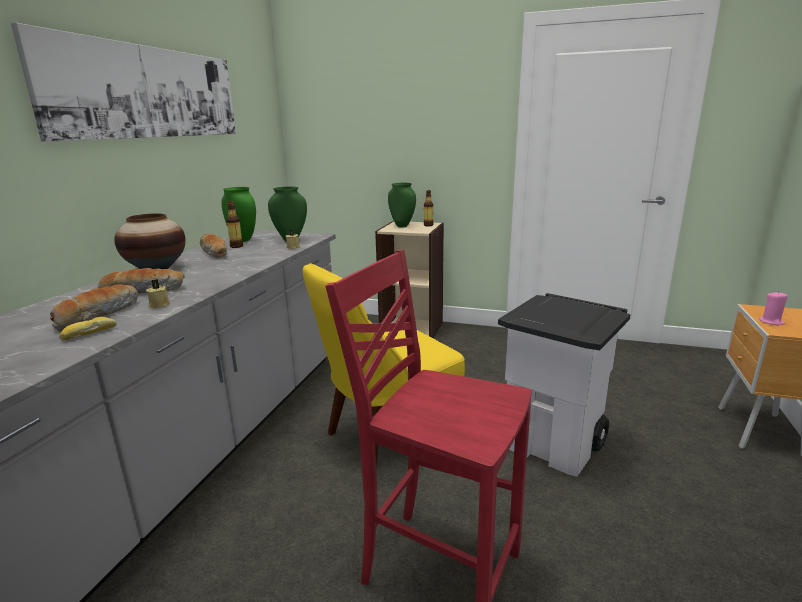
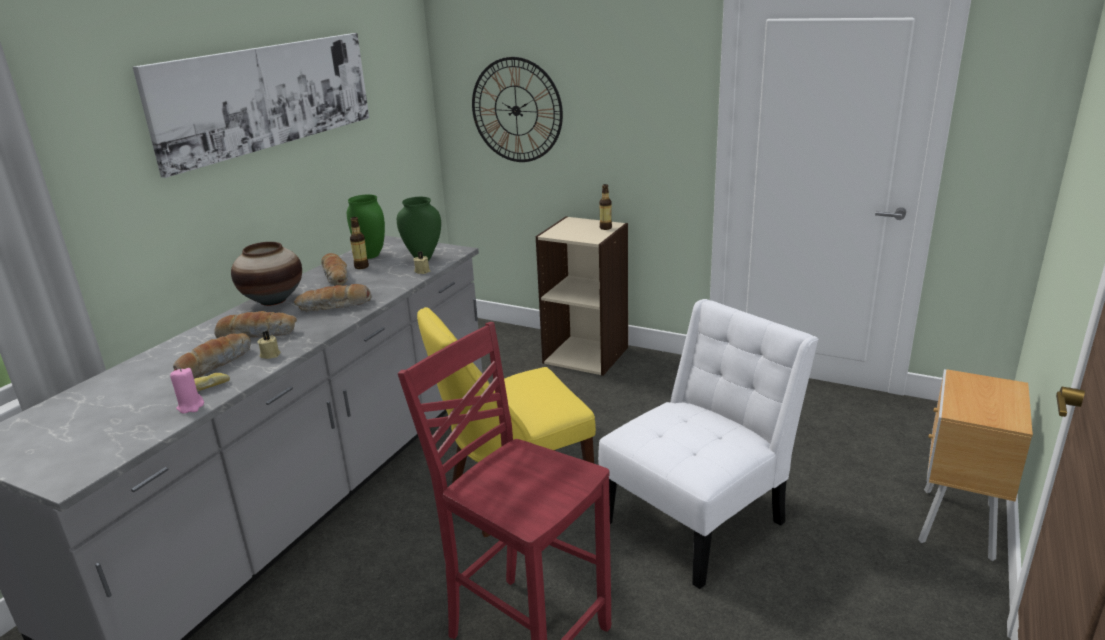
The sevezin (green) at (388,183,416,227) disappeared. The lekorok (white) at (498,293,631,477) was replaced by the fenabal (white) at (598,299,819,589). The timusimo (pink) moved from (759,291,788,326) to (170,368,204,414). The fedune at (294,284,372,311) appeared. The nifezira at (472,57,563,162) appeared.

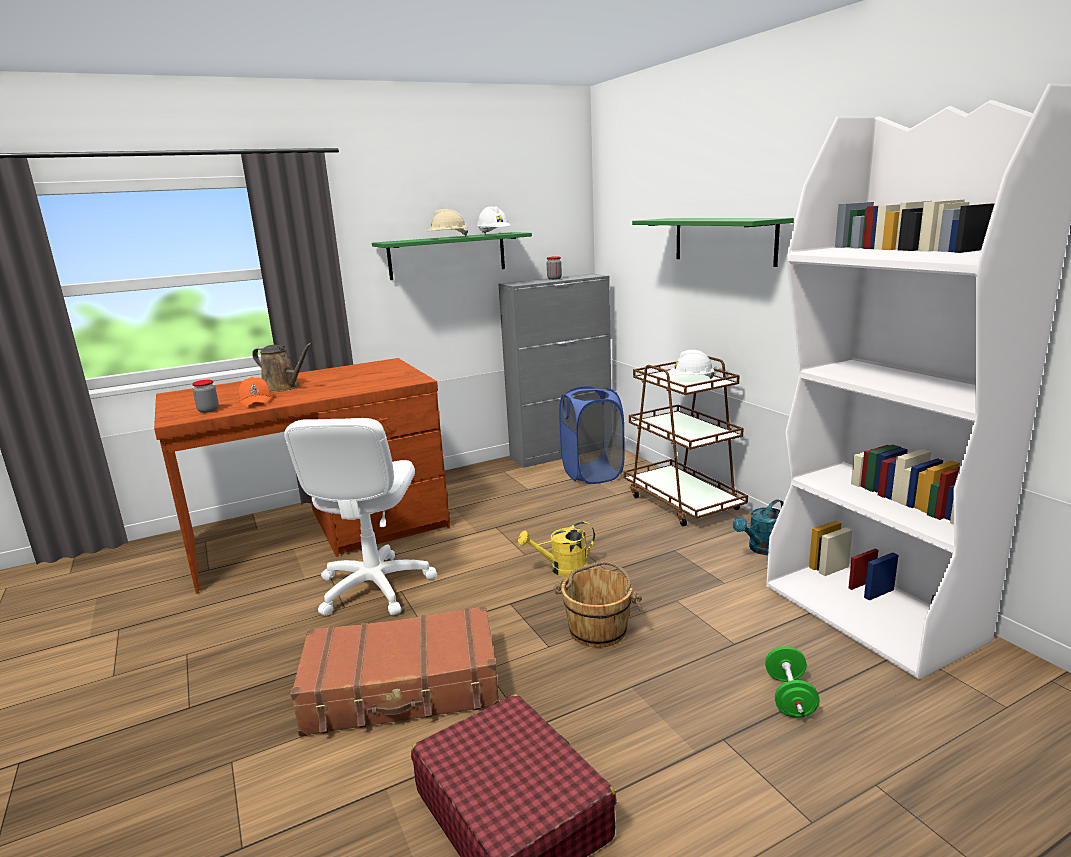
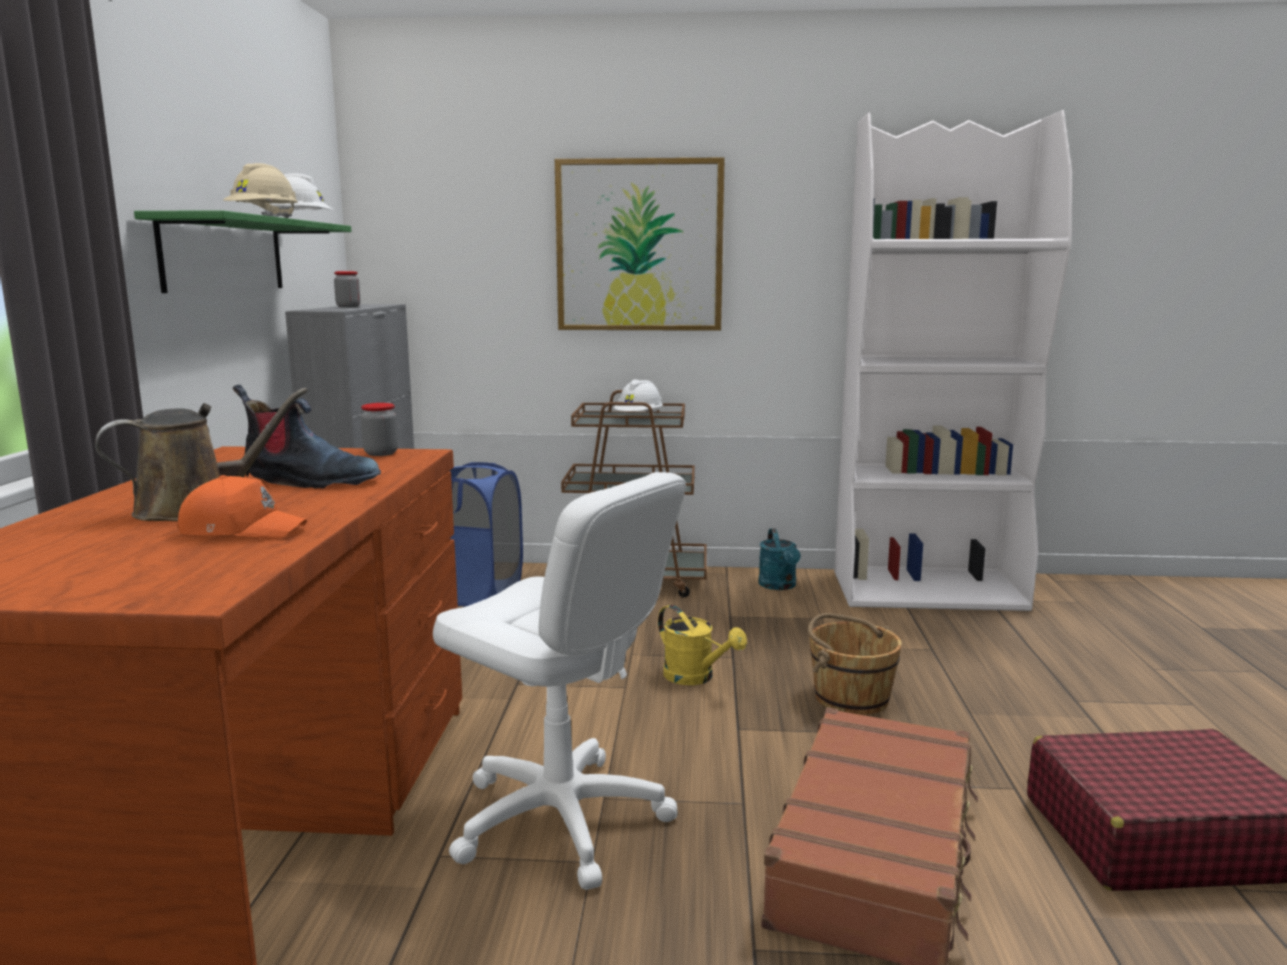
The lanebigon moved from (192,380,219,413) to (361,403,398,456). The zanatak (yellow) at (518,522,595,577) turned 60 degrees counterclockwise. The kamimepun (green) at (632,218,794,267) was replaced by the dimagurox at (555,157,725,331). The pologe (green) at (765,646,819,718) disappeared. The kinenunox at (233,385,381,489) appeared.

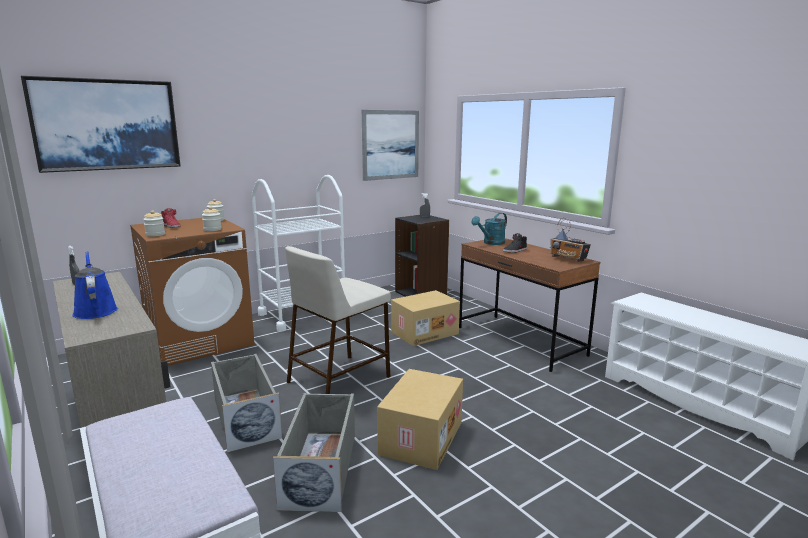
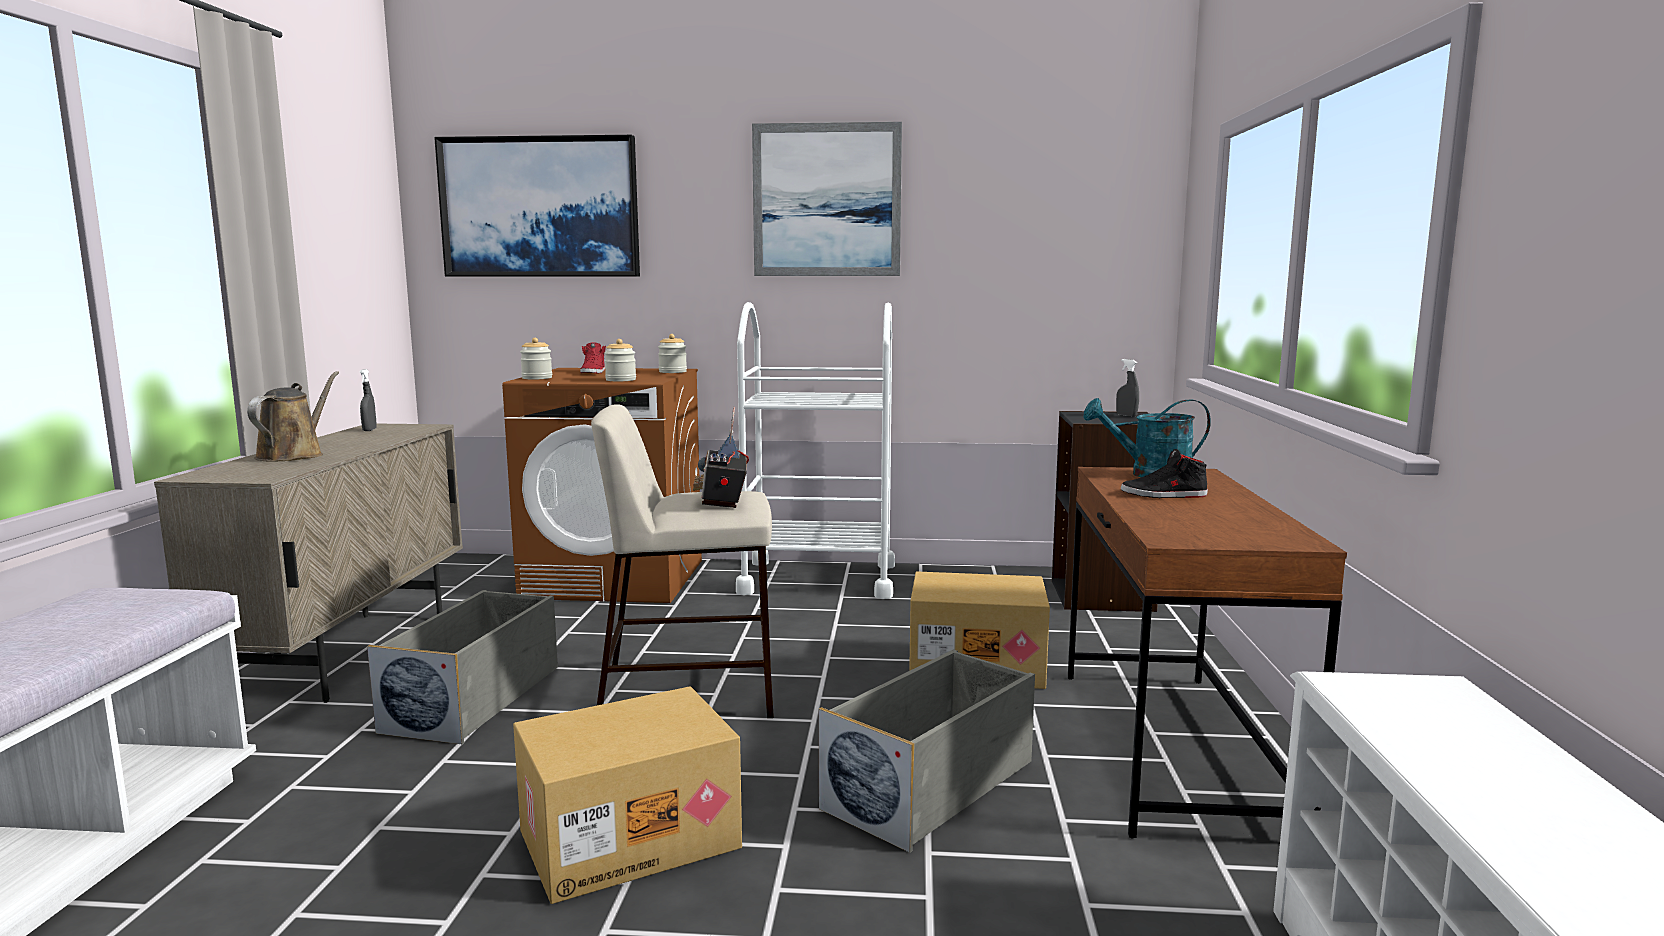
The zanatak (blue) at (73,251,118,319) became the zanatak (brown) at (247,371,339,462). The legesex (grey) moved from (273,393,355,512) to (819,649,1035,853). The dimagurox moved from (362,110,419,181) to (752,122,902,276). The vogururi moved from (550,218,591,262) to (693,407,749,508).

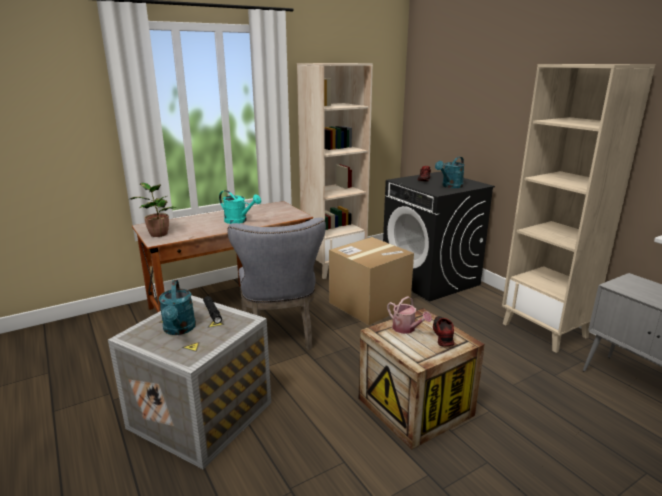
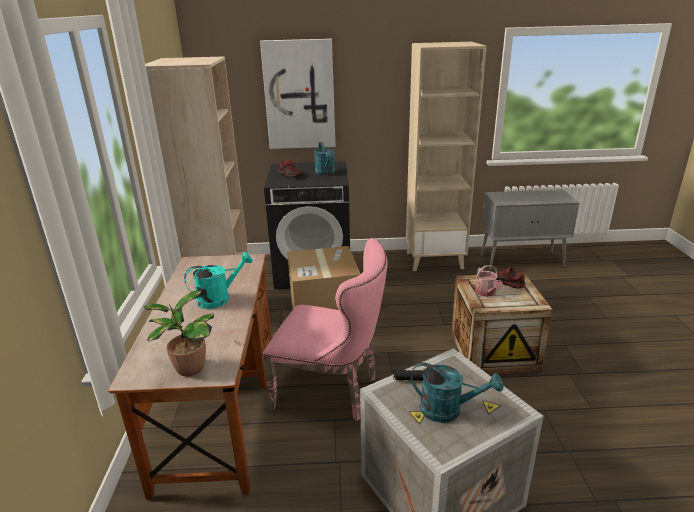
The fenabal (grey) at (227,217,326,350) became the fenabal (pink) at (263,238,388,421). The zanatak at (387,296,432,334) turned 90 degrees clockwise. The dimagurox at (260,39,335,149) appeared.

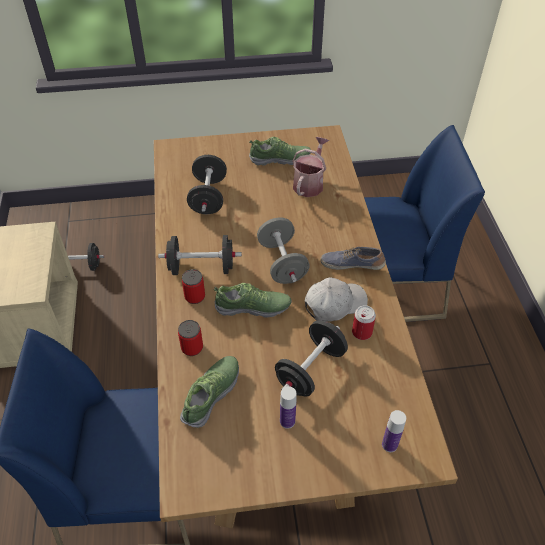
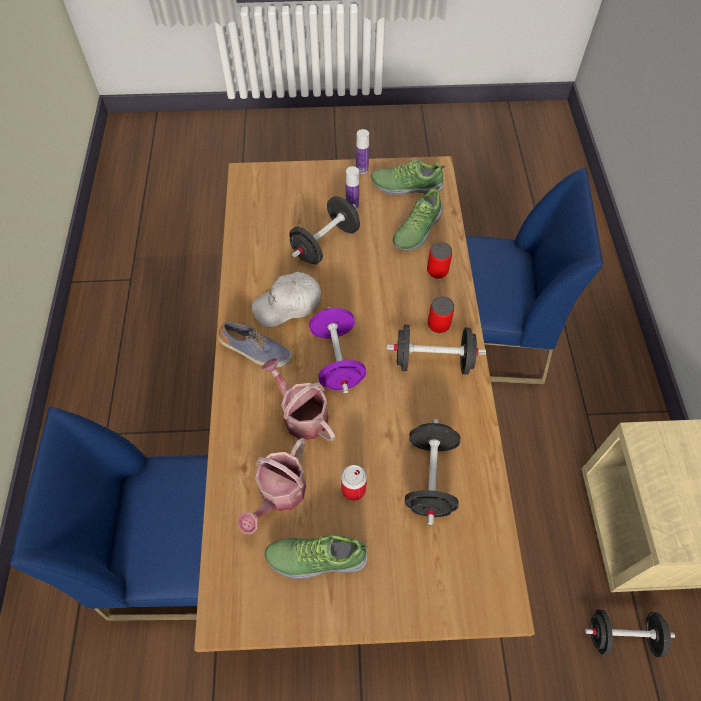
The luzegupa moved from (213,283,292,318) to (371,159,446,195). The pologe (grey) at (257,218,310,284) became the pologe (purple) at (309,307,366,393). The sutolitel moved from (352,305,376,340) to (341,465,367,501). The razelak moved from (382,410,406,452) to (356,129,369,174). The zanatak at (261,358,335,441) appeared.

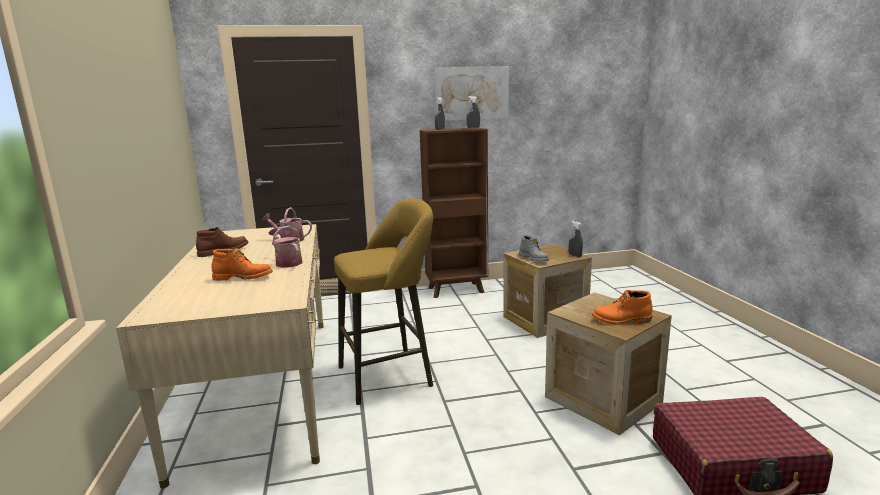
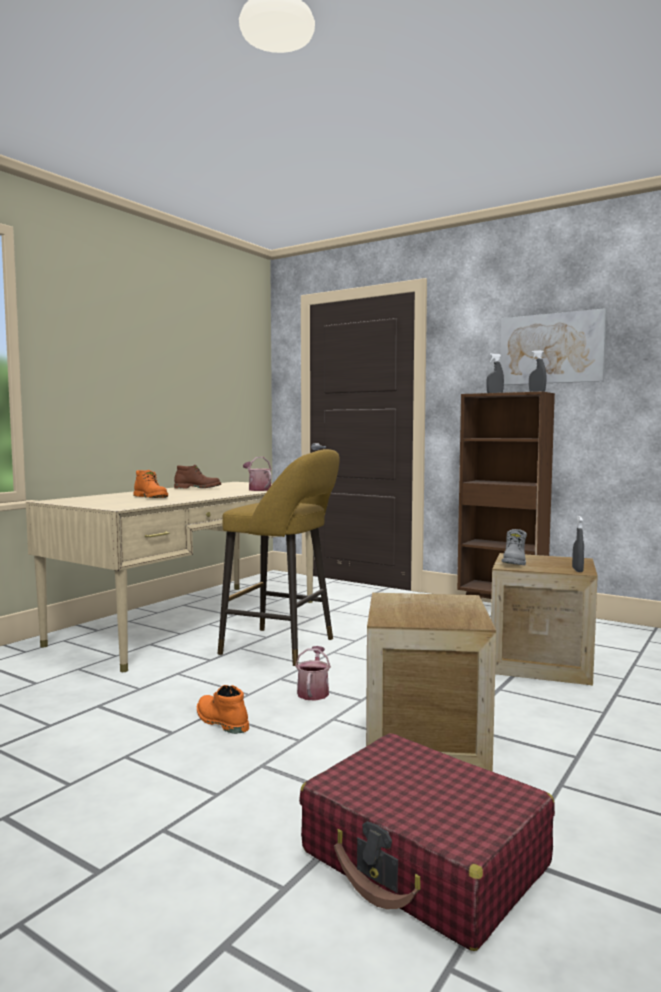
The zanatak moved from (268,226,302,268) to (295,646,331,701). The kinenunox (orange) moved from (592,290,653,325) to (197,685,249,734).

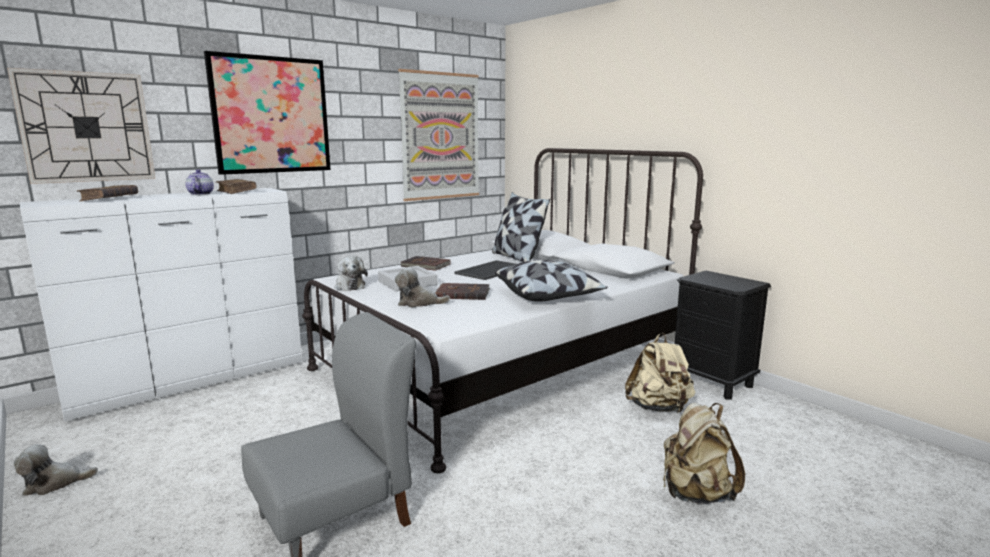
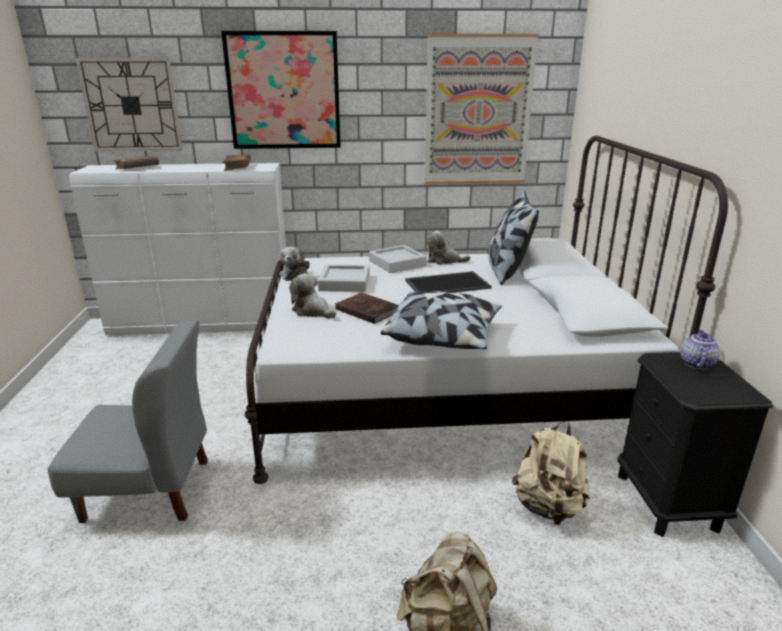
The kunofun moved from (14,444,98,495) to (426,231,470,264). The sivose moved from (185,169,214,195) to (680,330,721,369). The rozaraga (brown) at (401,256,450,271) was replaced by the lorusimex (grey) at (369,245,427,273).

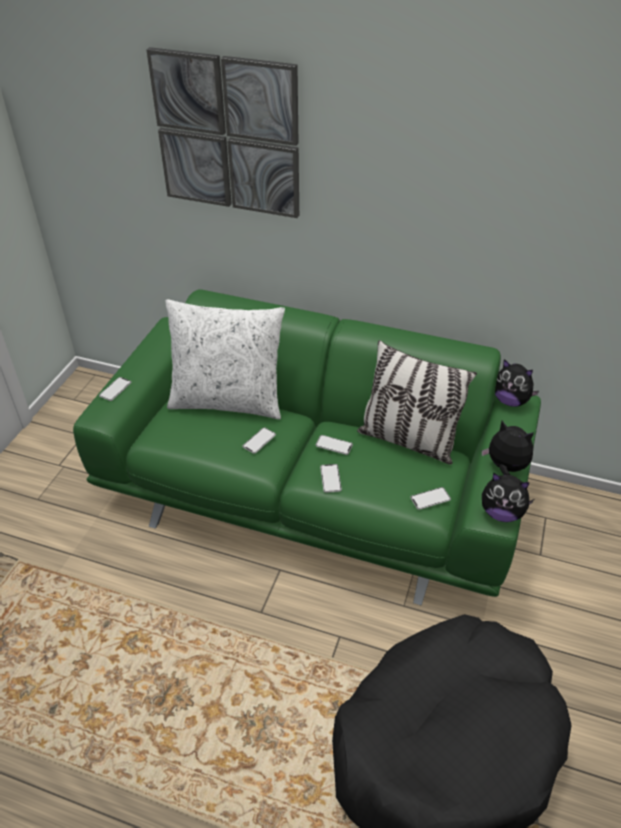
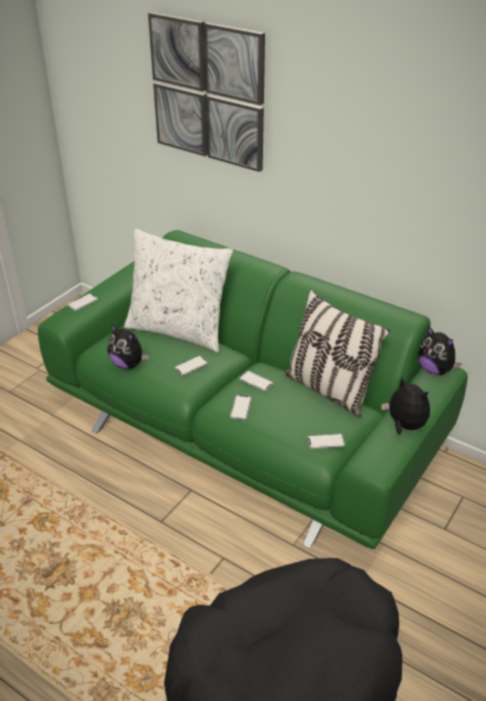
The kunofun moved from (482,473,534,522) to (108,324,149,369).

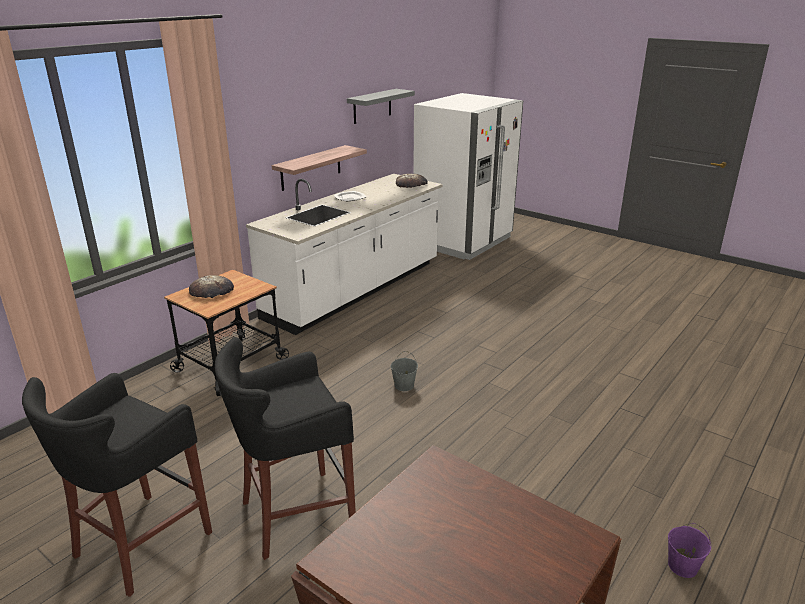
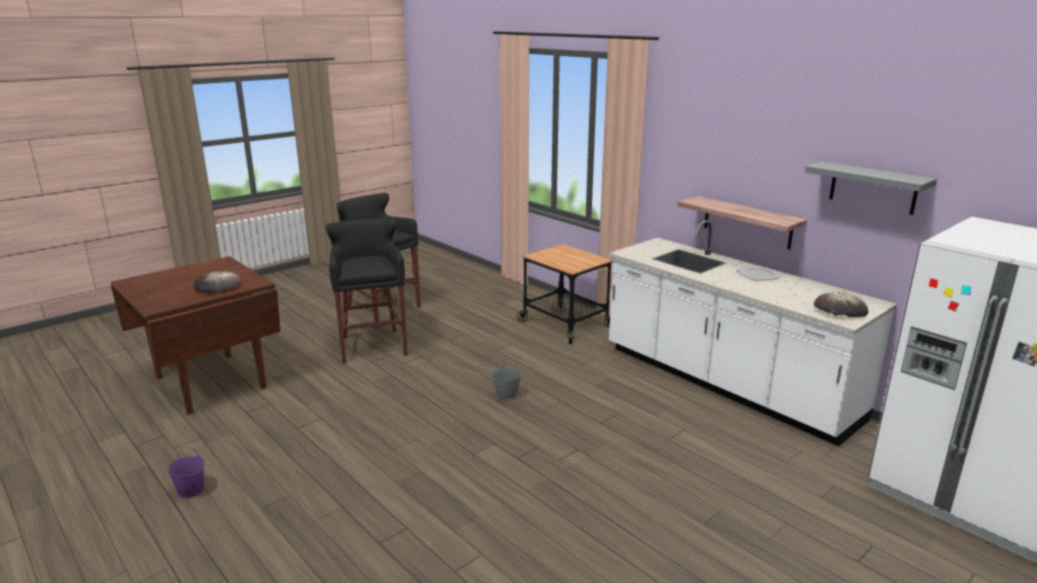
The fedune moved from (189,275,234,298) to (194,271,241,293).

